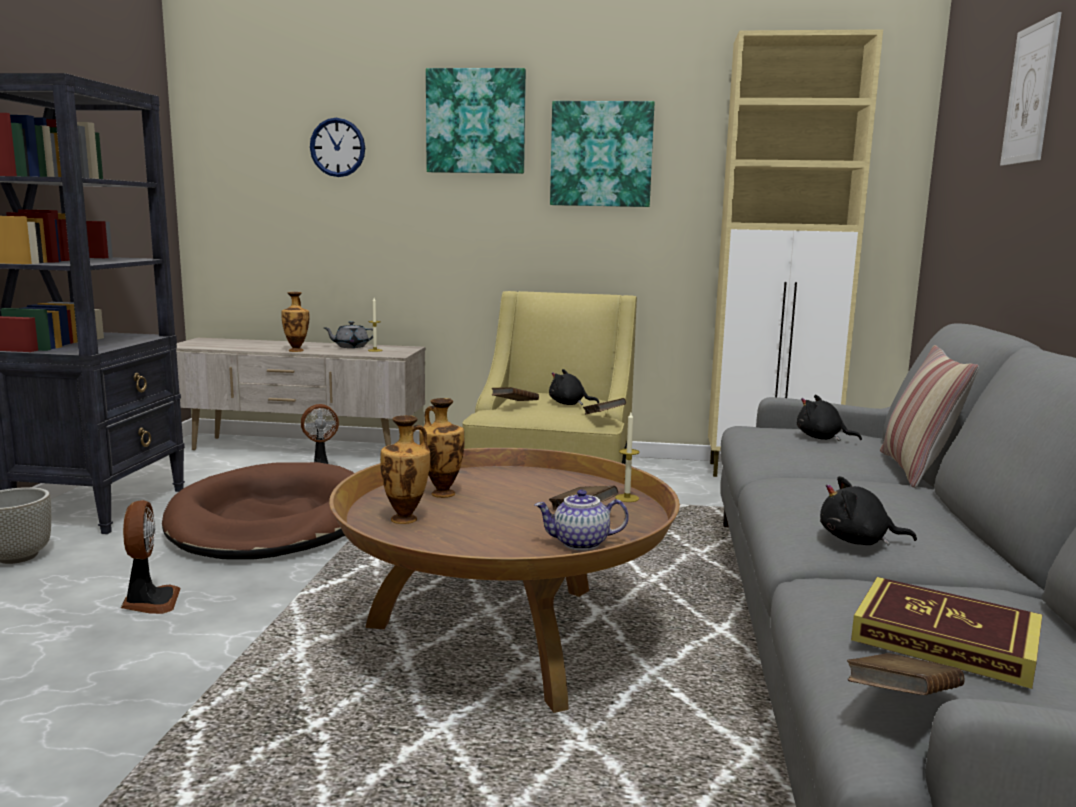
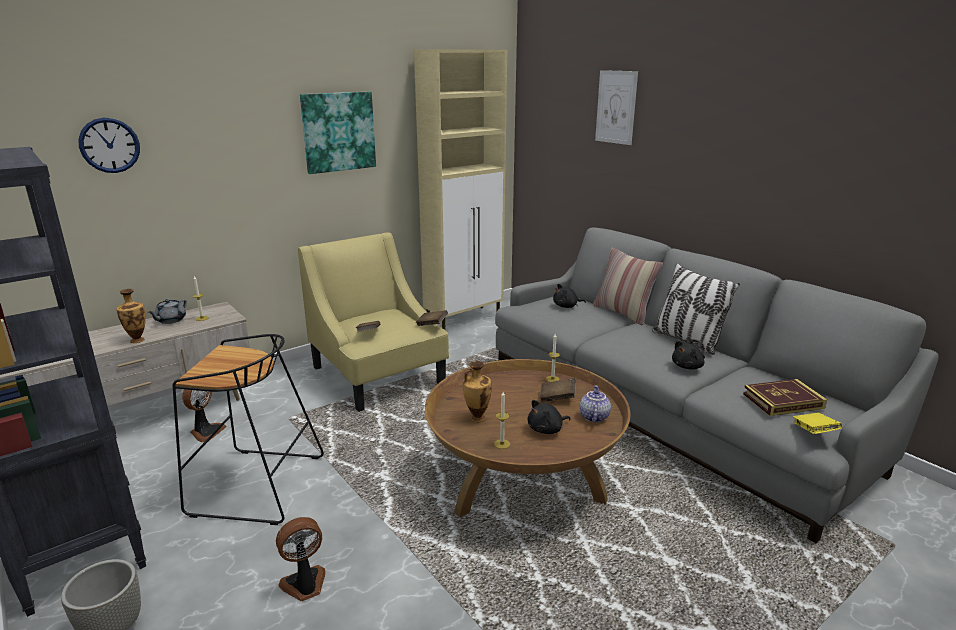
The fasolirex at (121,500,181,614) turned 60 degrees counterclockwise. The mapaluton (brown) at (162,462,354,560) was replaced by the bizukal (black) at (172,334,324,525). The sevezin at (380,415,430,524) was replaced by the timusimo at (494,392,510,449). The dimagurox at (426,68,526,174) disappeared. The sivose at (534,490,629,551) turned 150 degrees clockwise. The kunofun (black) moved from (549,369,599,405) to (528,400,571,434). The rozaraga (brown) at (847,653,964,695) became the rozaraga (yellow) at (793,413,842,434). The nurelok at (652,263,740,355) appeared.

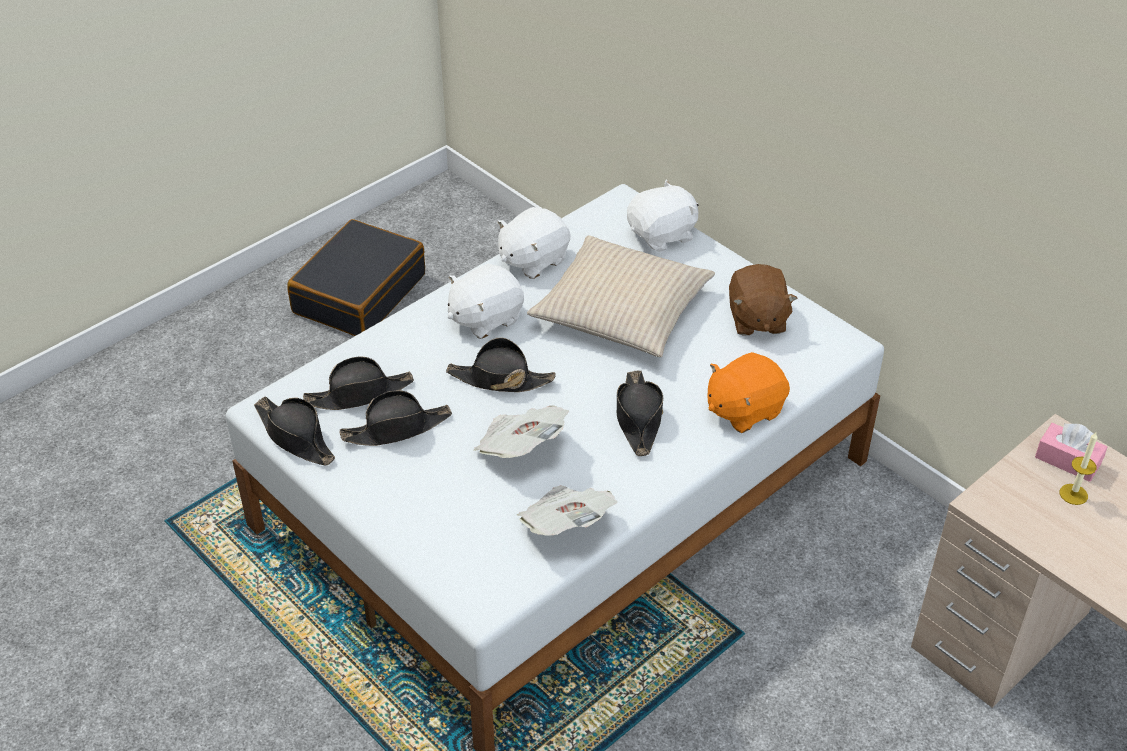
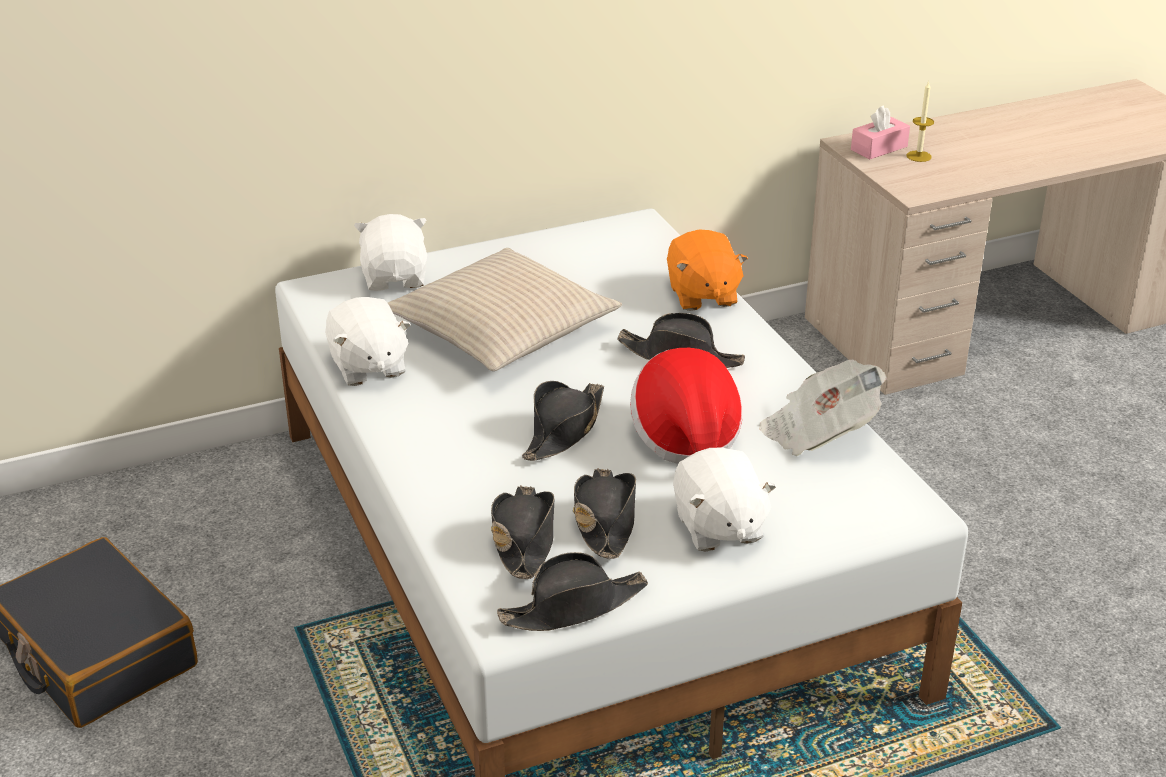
The kunofun (white) moved from (448,263,524,339) to (673,447,777,551). The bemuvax at (474,405,569,458) was replaced by the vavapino at (630,348,743,464). The kunofun (brown) at (729,264,797,336) disappeared.

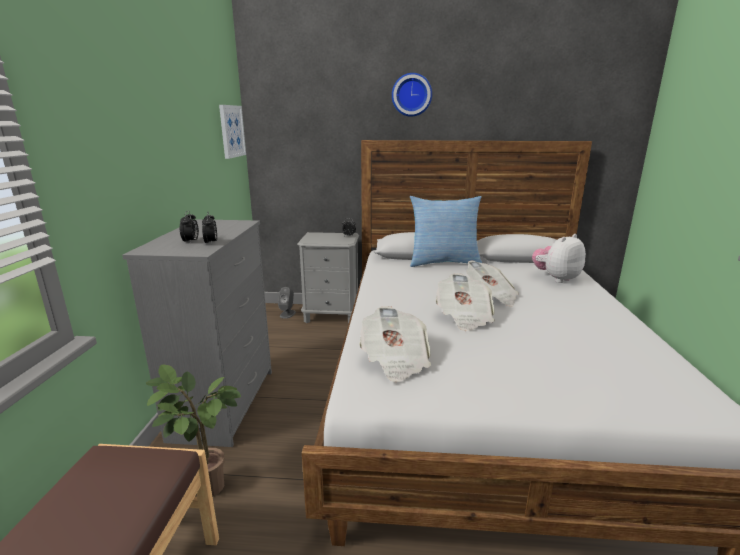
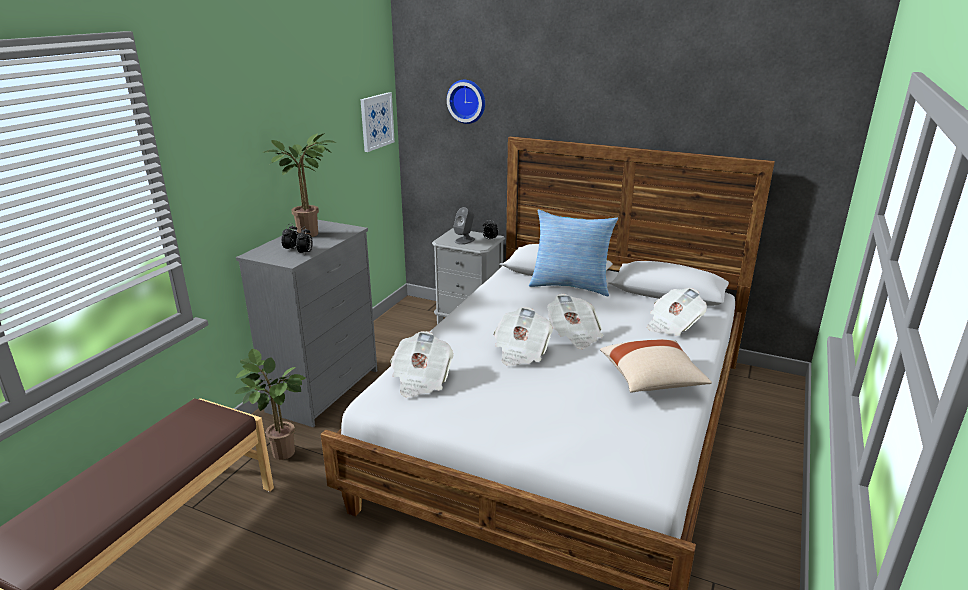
The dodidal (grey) moved from (278,287,296,319) to (453,207,475,245). The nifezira moved from (392,73,432,117) to (447,80,485,124). The kunofun at (532,234,586,283) was replaced by the bemuvax at (647,288,707,336). The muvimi at (262,133,336,237) appeared. The nurelok (beige) at (600,339,712,393) appeared.

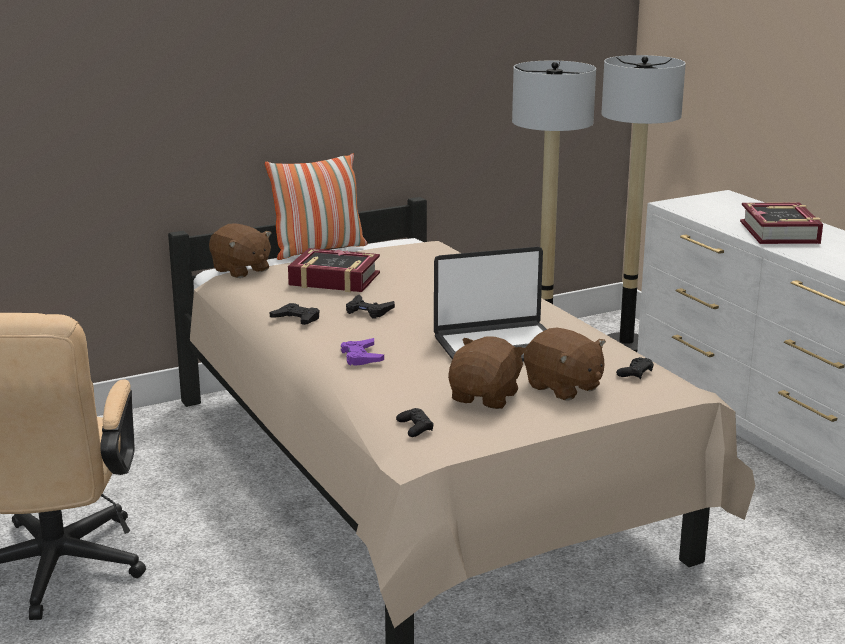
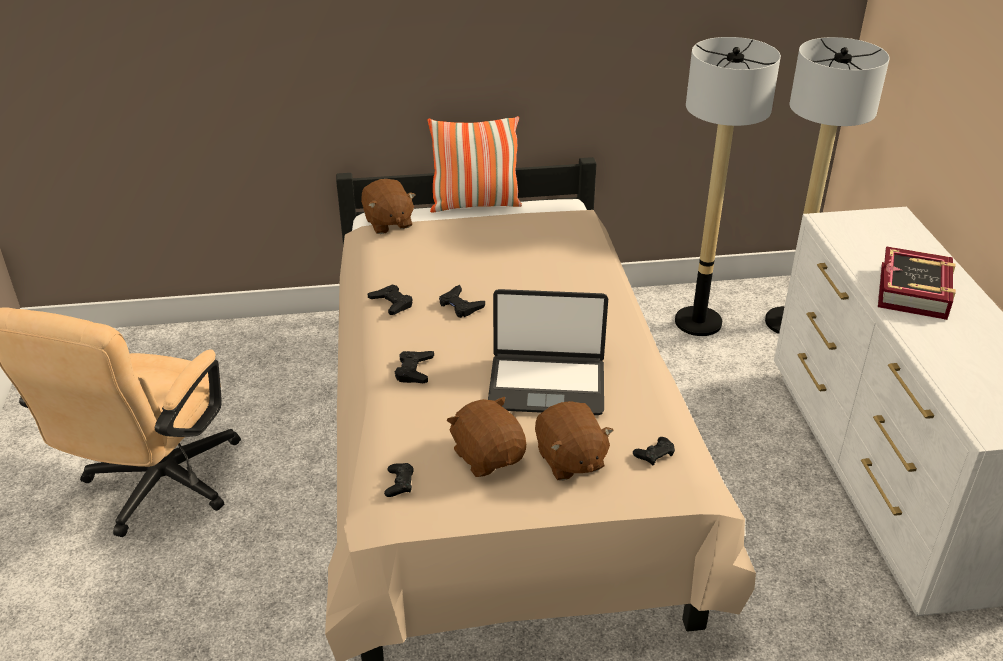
The rozaraga at (288,248,380,292) disappeared. The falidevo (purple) at (341,338,384,366) became the falidevo (black) at (395,351,434,383). The kunofun (brown) at (448,336,527,409) turned 75 degrees counterclockwise.

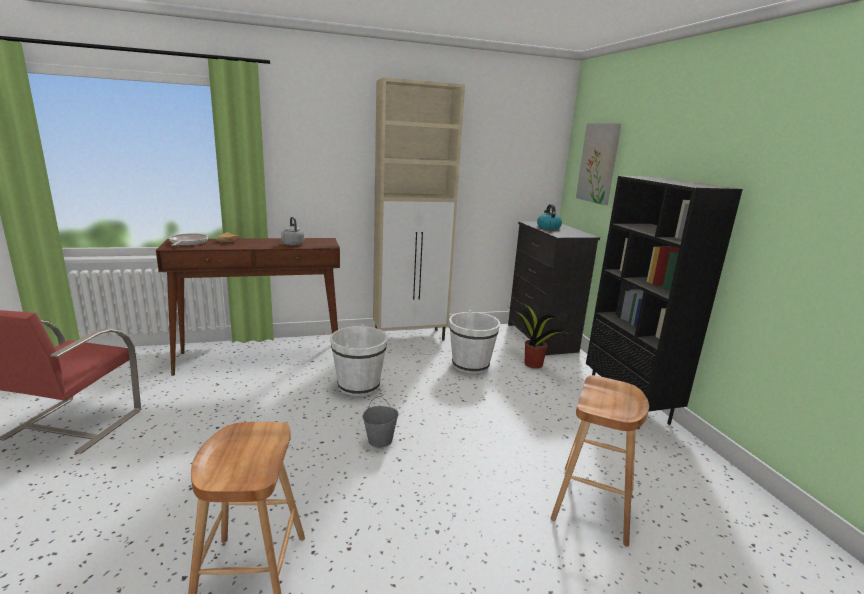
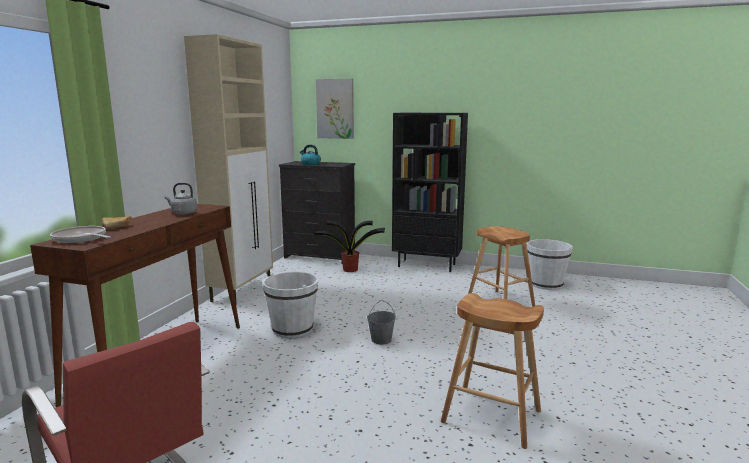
The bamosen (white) moved from (449,310,500,374) to (527,239,573,290).

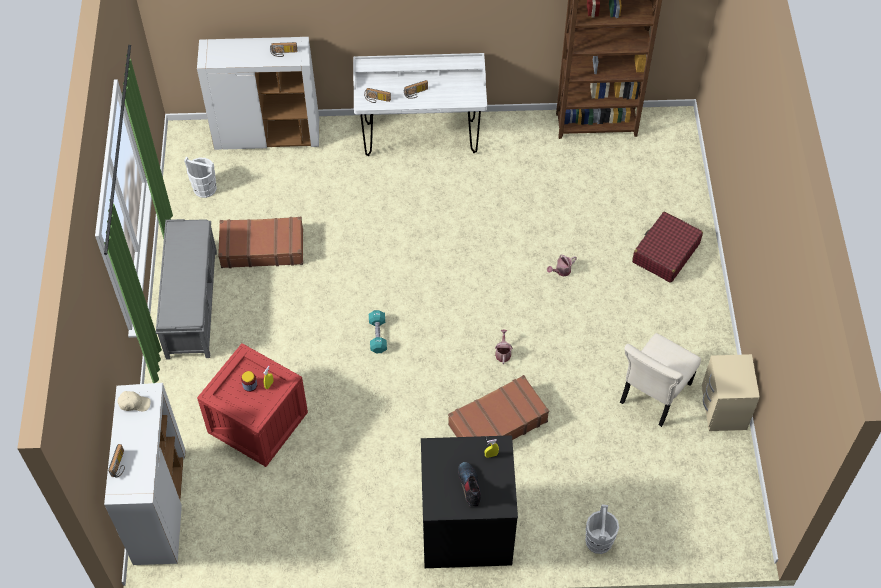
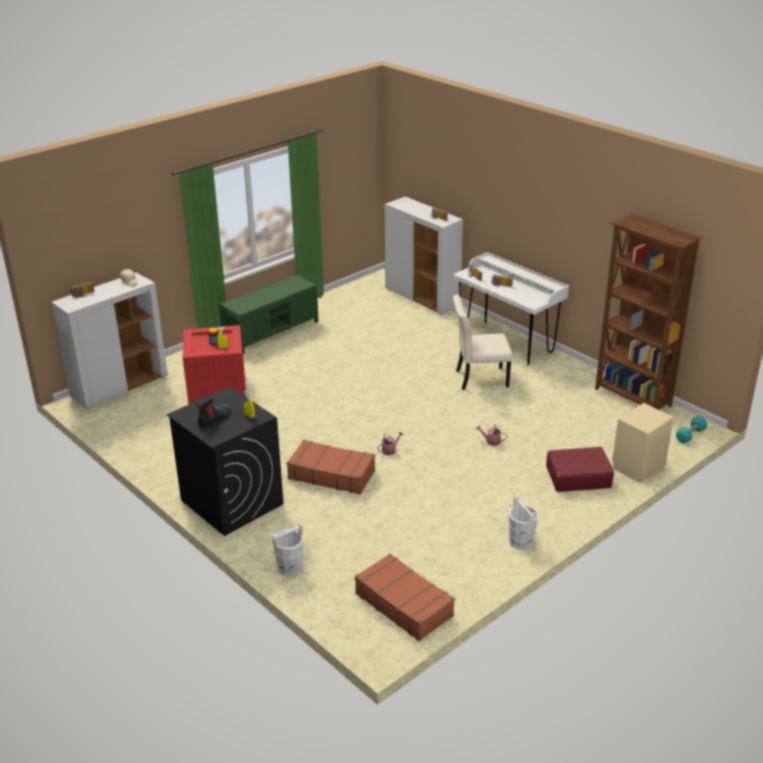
The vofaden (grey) at (156,219,217,359) became the vofaden (green) at (218,274,319,354). The bamosen (white) moved from (184,157,217,198) to (508,496,539,549). The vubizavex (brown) moved from (218,217,303,268) to (355,554,455,641). The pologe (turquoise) moved from (369,310,387,353) to (676,416,707,443). The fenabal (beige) moved from (620,333,701,427) to (453,294,512,390). The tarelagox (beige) moved from (702,354,760,431) to (612,403,674,483).

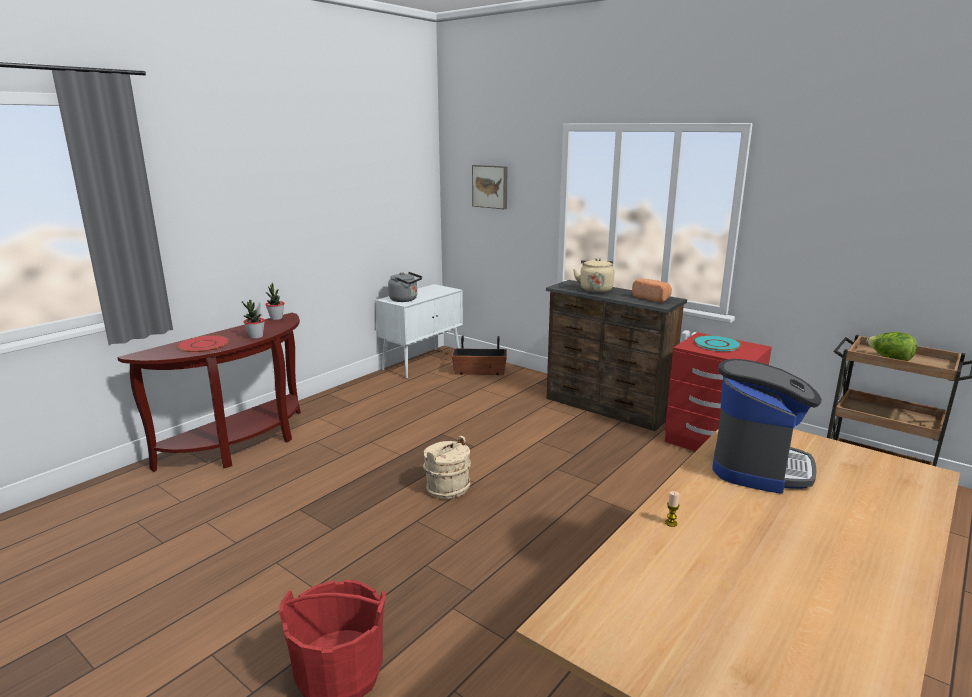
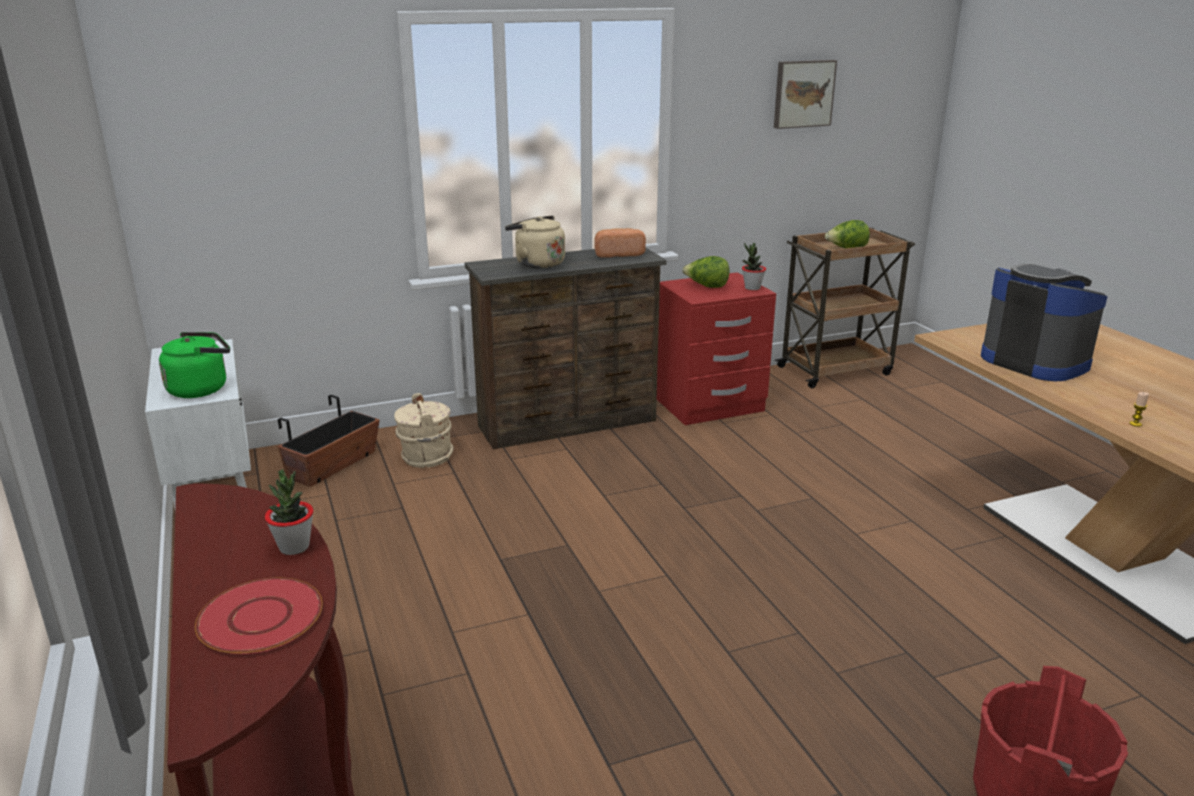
The muvimi moved from (265,283,284,320) to (742,242,766,290). The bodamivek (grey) at (388,272,422,302) became the bodamivek (green) at (159,332,230,398). The bamosen (beige) moved from (423,436,471,499) to (394,393,454,468). The dimagurox moved from (472,165,508,209) to (774,60,837,129). The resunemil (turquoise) at (693,335,741,351) was replaced by the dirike at (682,256,730,288).

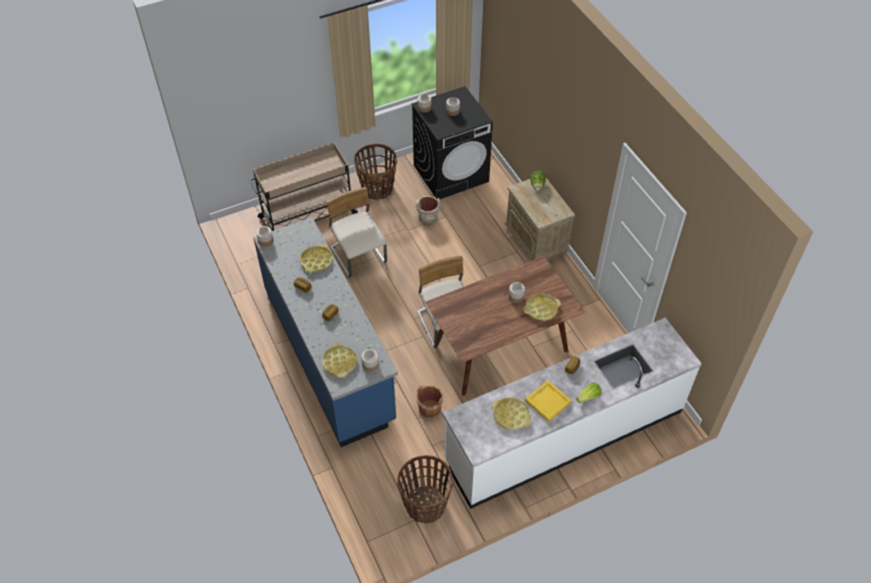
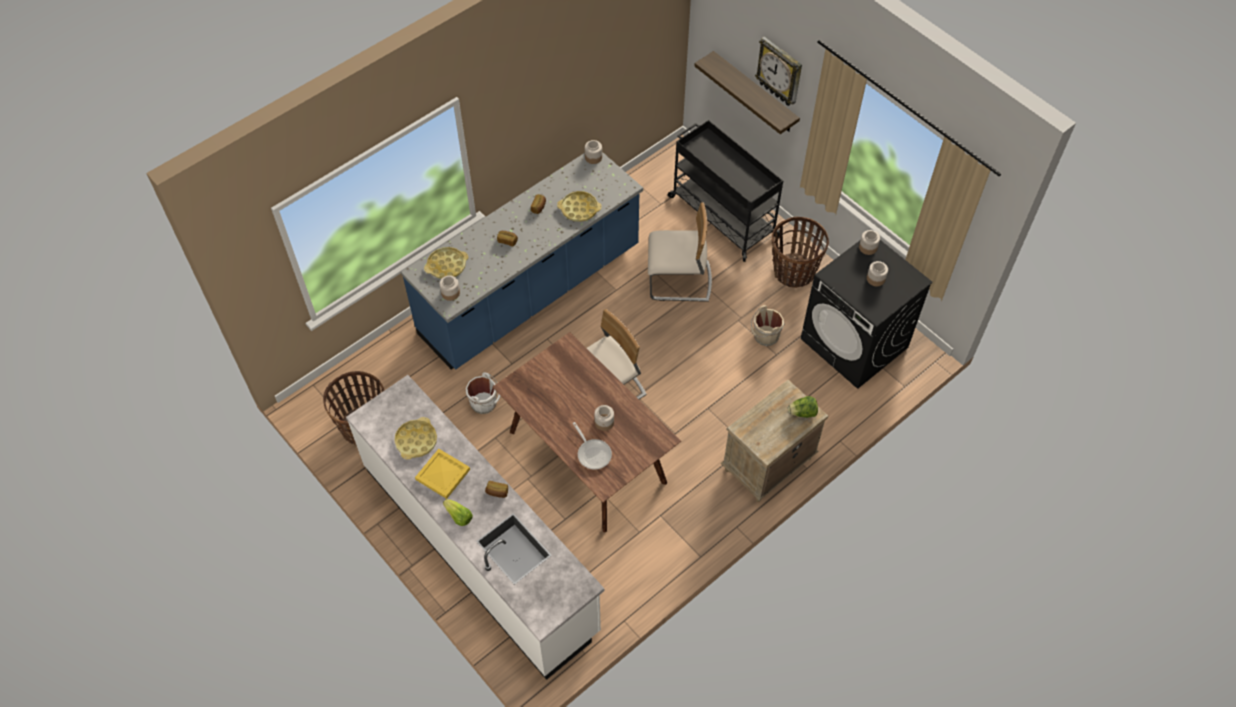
The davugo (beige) at (249,143,358,231) became the davugo (black) at (668,120,783,262). The fenabal (beige) at (327,187,387,277) turned 45 degrees clockwise. The bamosen (brown) at (416,385,446,419) became the bamosen (white) at (466,372,500,414). The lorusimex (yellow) at (523,293,561,321) was replaced by the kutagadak at (573,422,612,470). The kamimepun at (694,51,800,134) appeared. The nifezira at (755,36,802,106) appeared.

